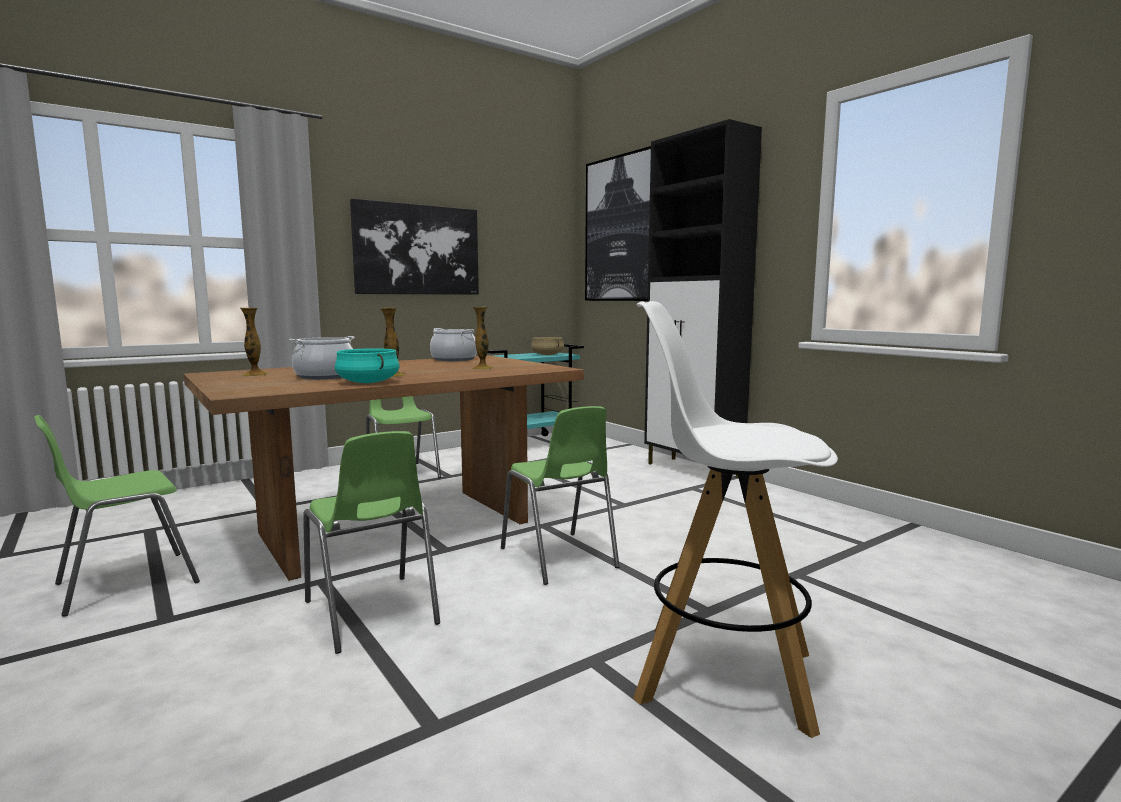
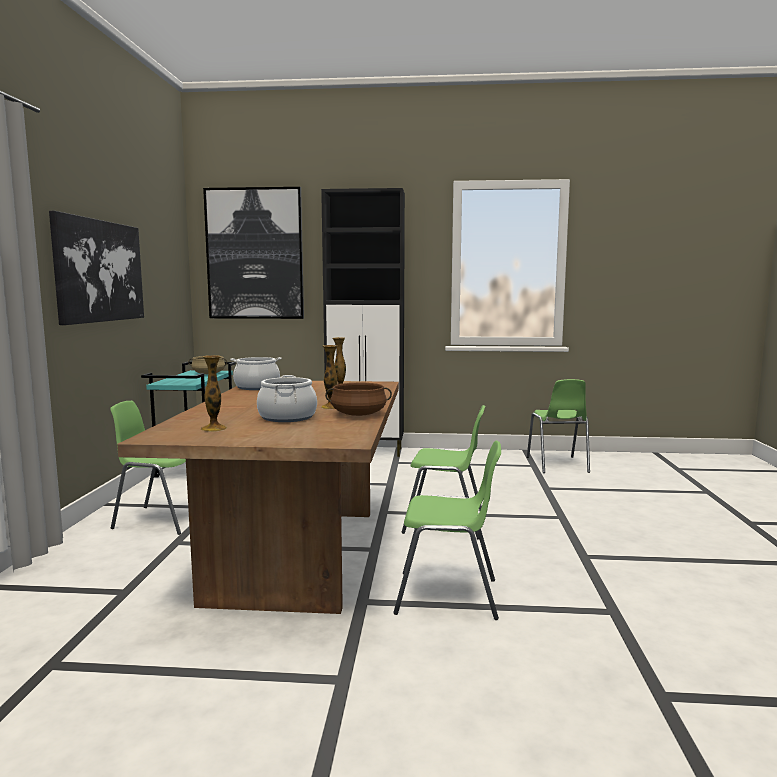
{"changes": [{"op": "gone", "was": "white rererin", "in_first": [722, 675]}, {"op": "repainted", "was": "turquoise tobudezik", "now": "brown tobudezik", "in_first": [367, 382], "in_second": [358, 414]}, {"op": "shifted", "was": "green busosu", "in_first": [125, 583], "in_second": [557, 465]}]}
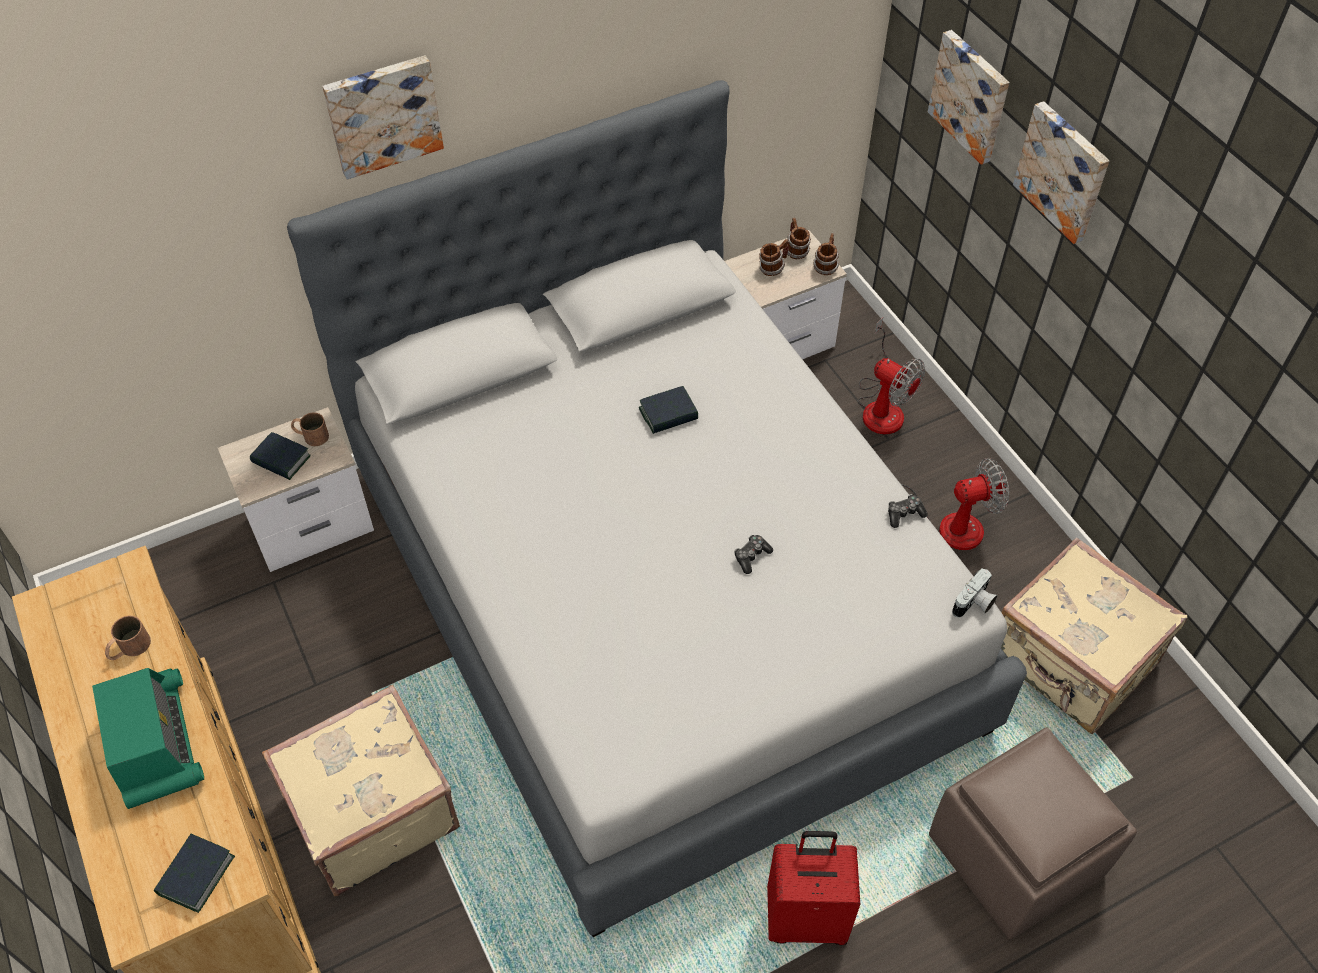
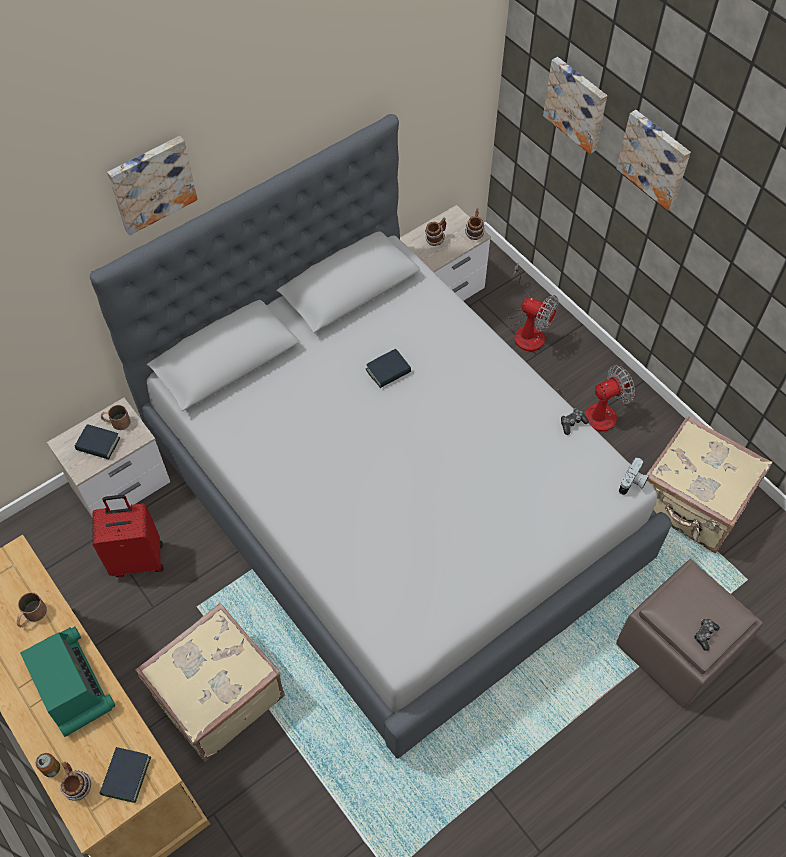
{"changes": [{"op": "shifted", "was": "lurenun", "in_first": [795, 251], "in_second": [77, 785]}, {"op": "shifted", "was": "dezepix", "in_first": [751, 556], "in_second": [704, 635]}, {"op": "shifted", "was": "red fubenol", "in_first": [806, 917], "in_second": [138, 559]}, {"op": "new", "now": "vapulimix", "in_second": [52, 768]}]}
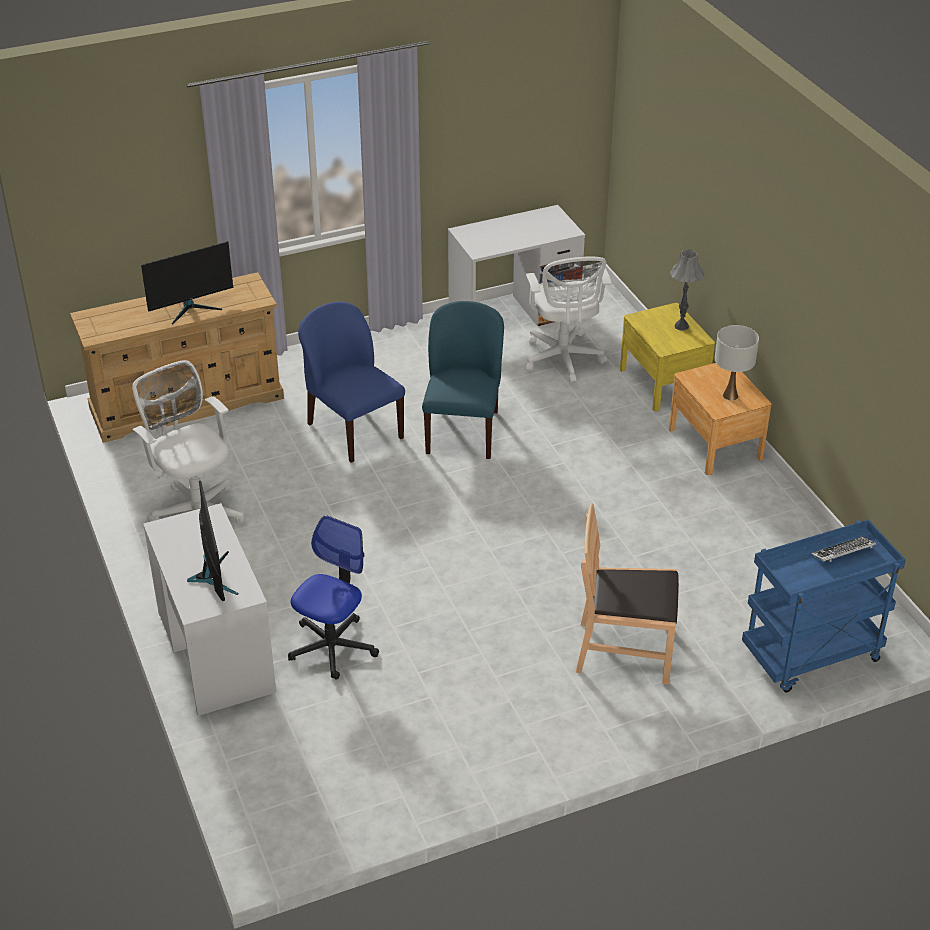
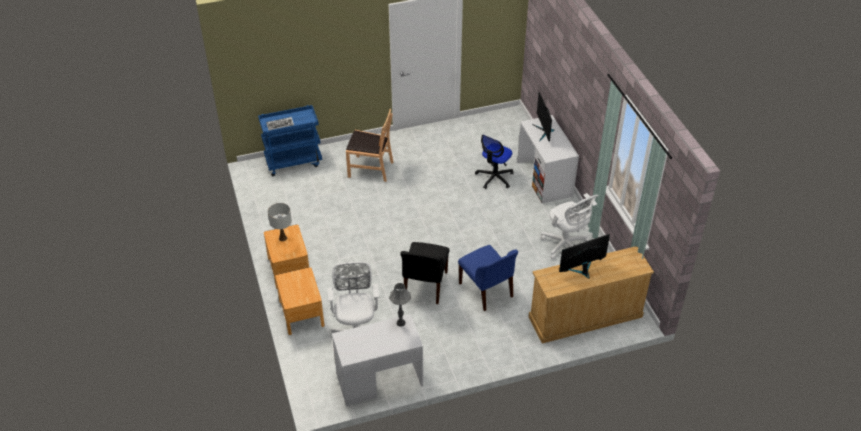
{"changes": [{"op": "shifted", "was": "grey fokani", "in_first": [681, 326], "in_second": [401, 323]}, {"op": "repainted", "was": "blue busosu", "now": "black busosu", "in_first": [463, 431], "in_second": [425, 286]}, {"op": "repainted", "was": "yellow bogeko", "now": "brown bogeko", "in_first": [663, 383], "in_second": [301, 313]}]}
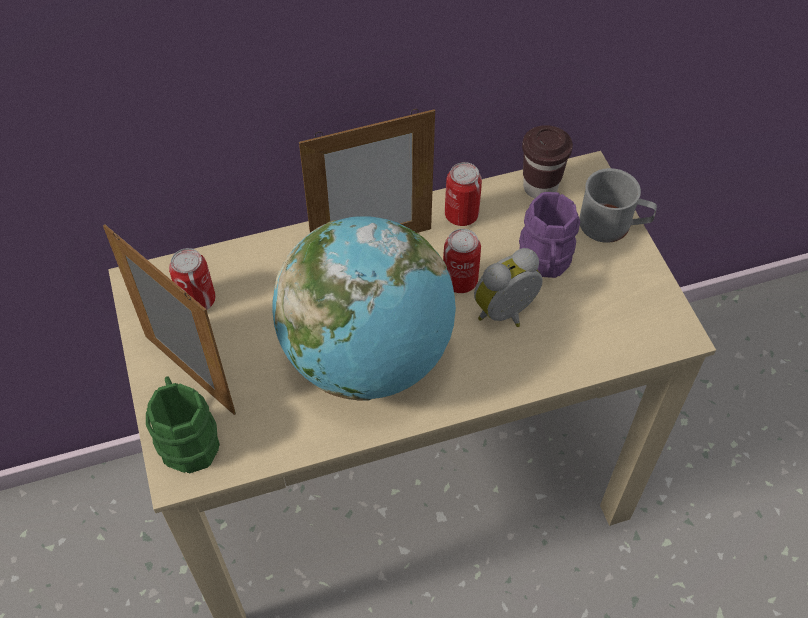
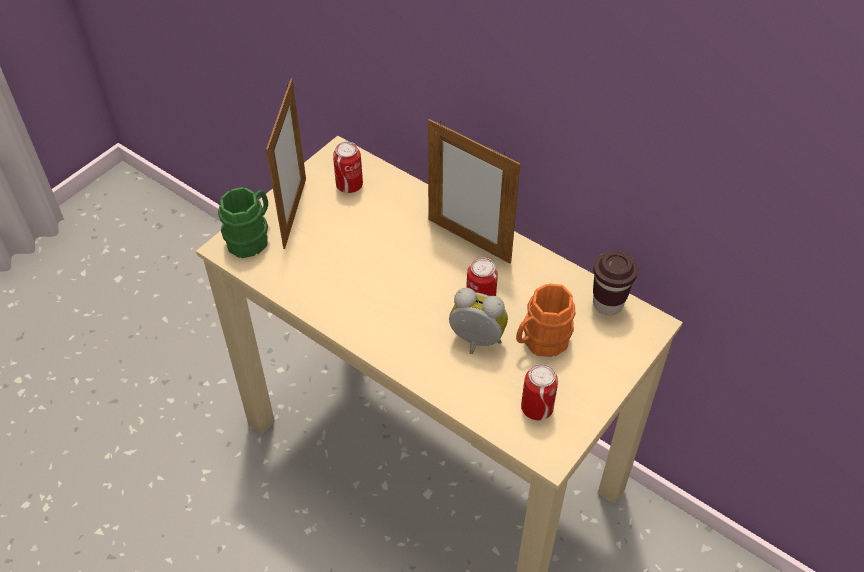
{"changes": [{"op": "shifted", "was": "vapulimix", "in_first": [461, 215], "in_second": [537, 408]}, {"op": "gone", "was": "grey lurenun", "in_first": [613, 225]}, {"op": "repainted", "was": "purple lurenun", "now": "orange lurenun", "in_first": [545, 263], "in_second": [540, 341]}, {"op": "gone", "was": "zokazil", "in_first": [368, 357]}]}
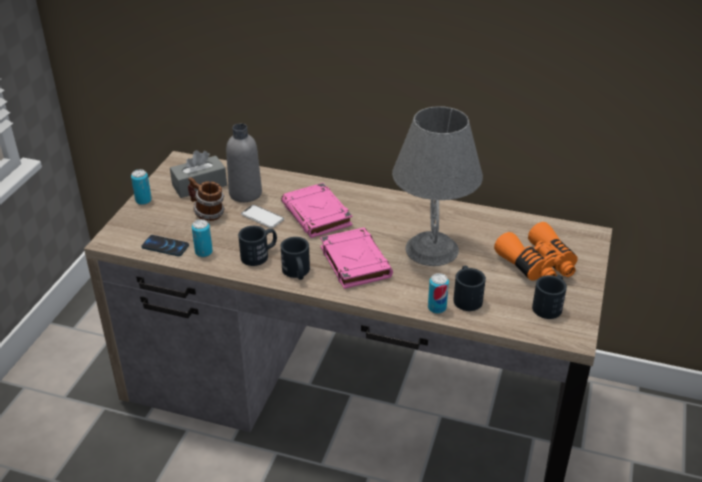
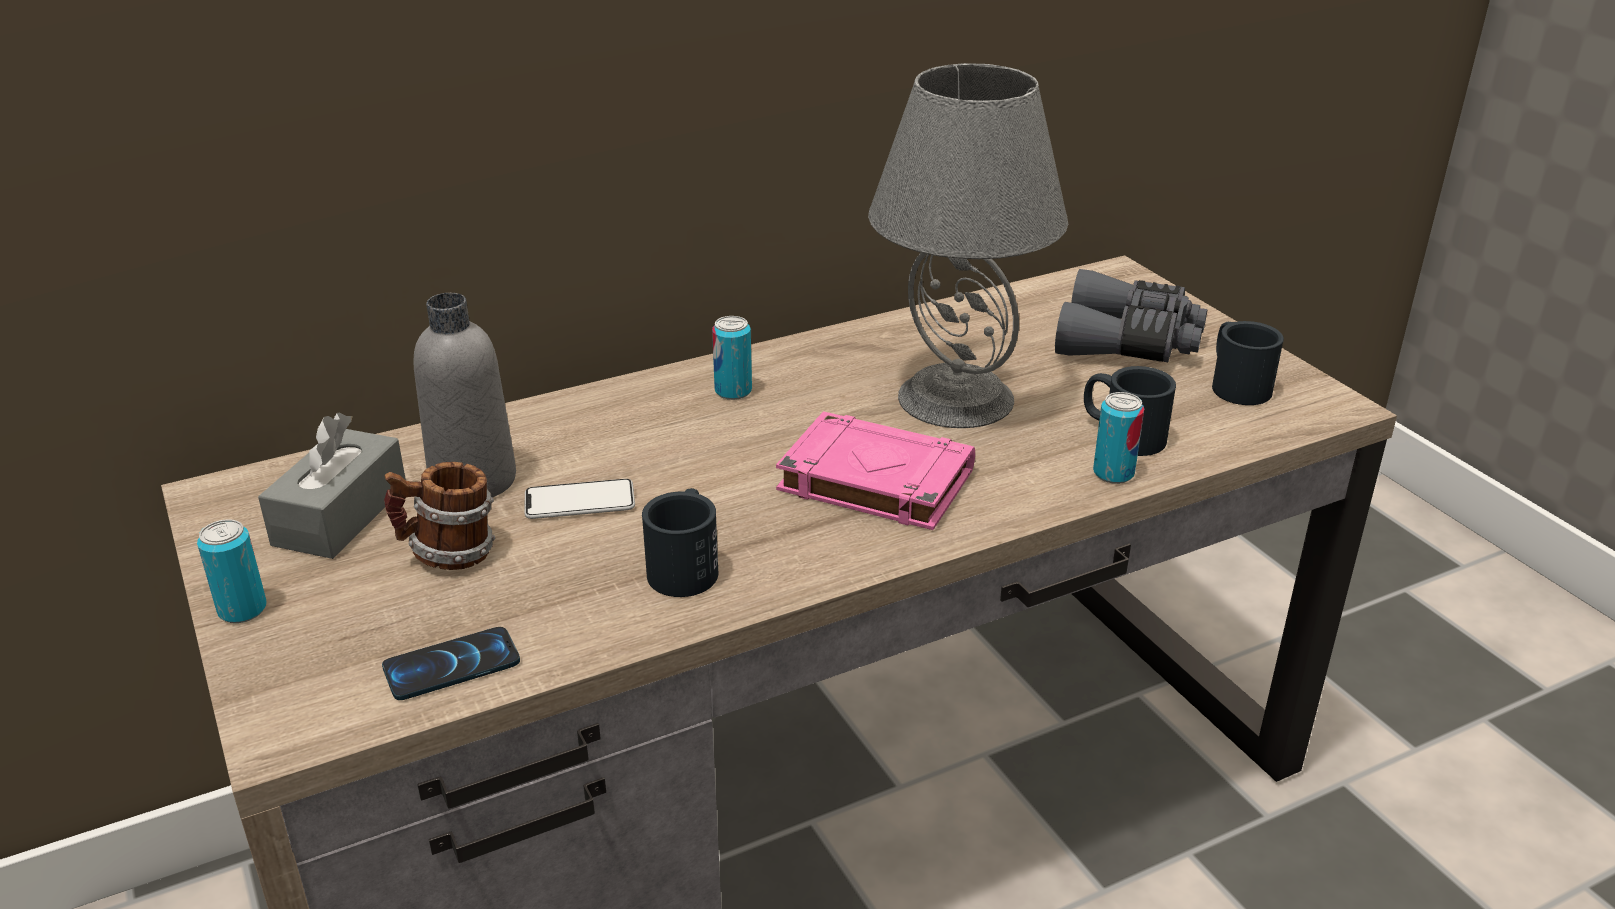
{"changes": [{"op": "gone", "was": "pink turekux", "in_first": [317, 215]}, {"op": "shifted", "was": "vapulimix", "in_first": [204, 252], "in_second": [733, 391]}, {"op": "repainted", "was": "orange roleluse", "now": "grey roleluse", "in_first": [538, 265], "in_second": [1129, 342]}, {"op": "gone", "was": "black lurenun", "in_first": [297, 273]}]}
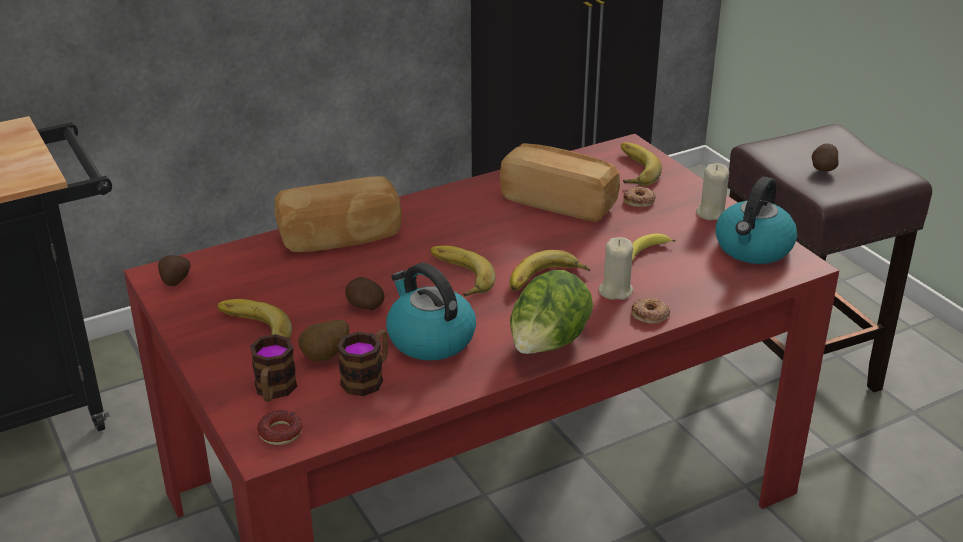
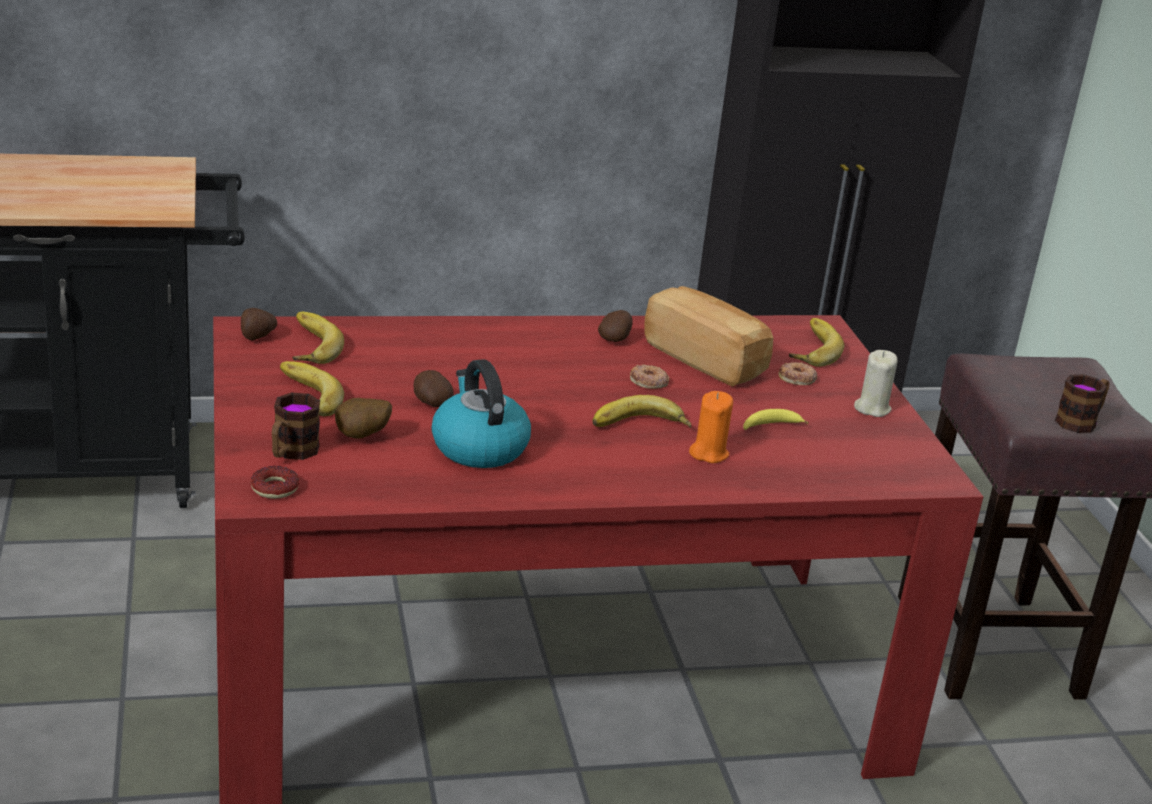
{"changes": [{"op": "shifted", "was": "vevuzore", "in_first": [823, 168], "in_second": [615, 339]}, {"op": "gone", "was": "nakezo", "in_first": [340, 238]}, {"op": "gone", "was": "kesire", "in_first": [753, 248]}, {"op": "repainted", "was": "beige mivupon", "now": "orange mivupon", "in_first": [615, 290], "in_second": [708, 453]}, {"op": "shifted", "was": "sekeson", "in_first": [457, 276], "in_second": [307, 345]}, {"op": "gone", "was": "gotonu", "in_first": [548, 346]}, {"op": "shifted", "was": "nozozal", "in_first": [650, 314], "in_second": [648, 381]}, {"op": "shifted", "was": "lurenun", "in_first": [368, 377], "in_second": [1081, 421]}]}
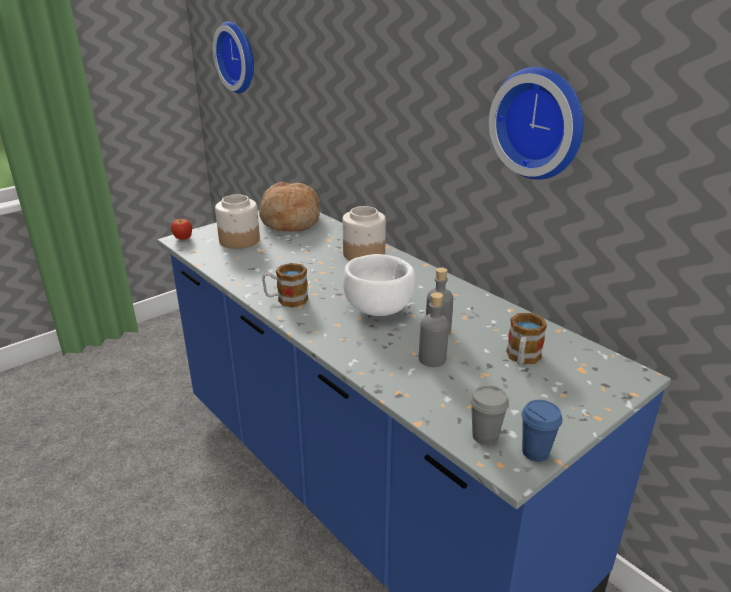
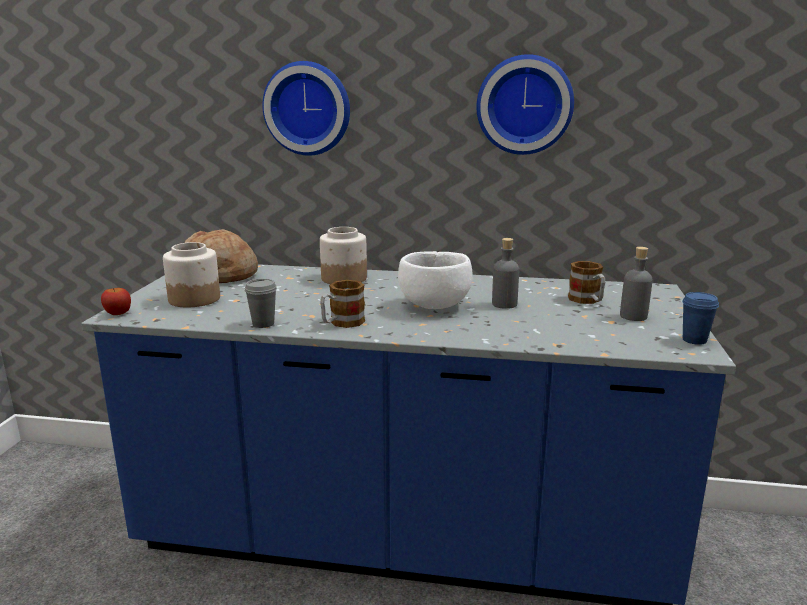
{"changes": [{"op": "shifted", "was": "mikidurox", "in_first": [239, 57], "in_second": [308, 108]}, {"op": "shifted", "was": "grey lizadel", "in_first": [432, 359], "in_second": [633, 316]}, {"op": "shifted", "was": "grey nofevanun", "in_first": [485, 436], "in_second": [263, 324]}]}
